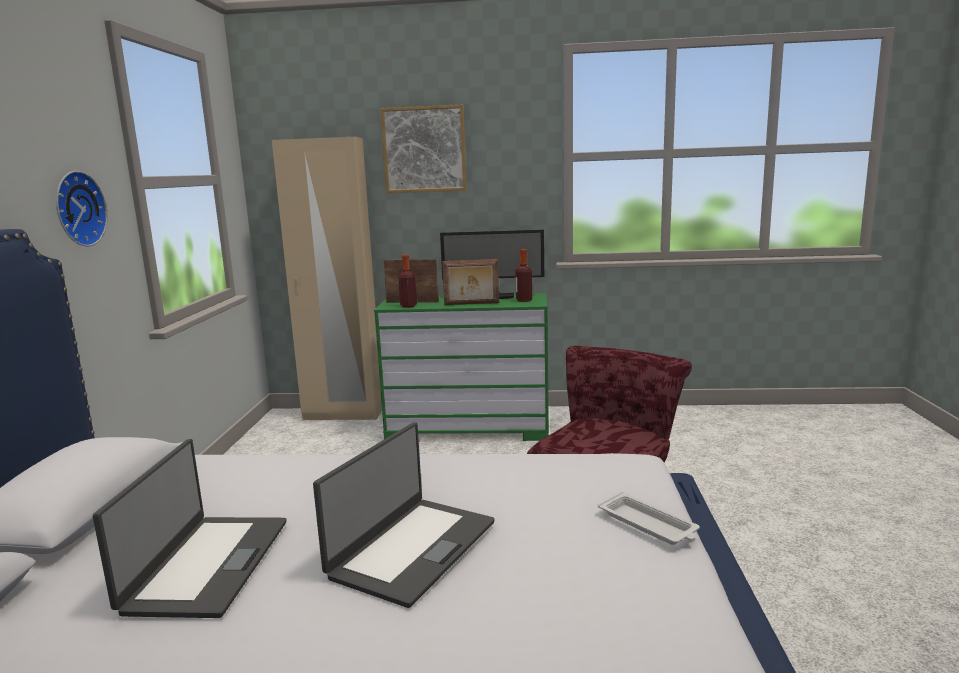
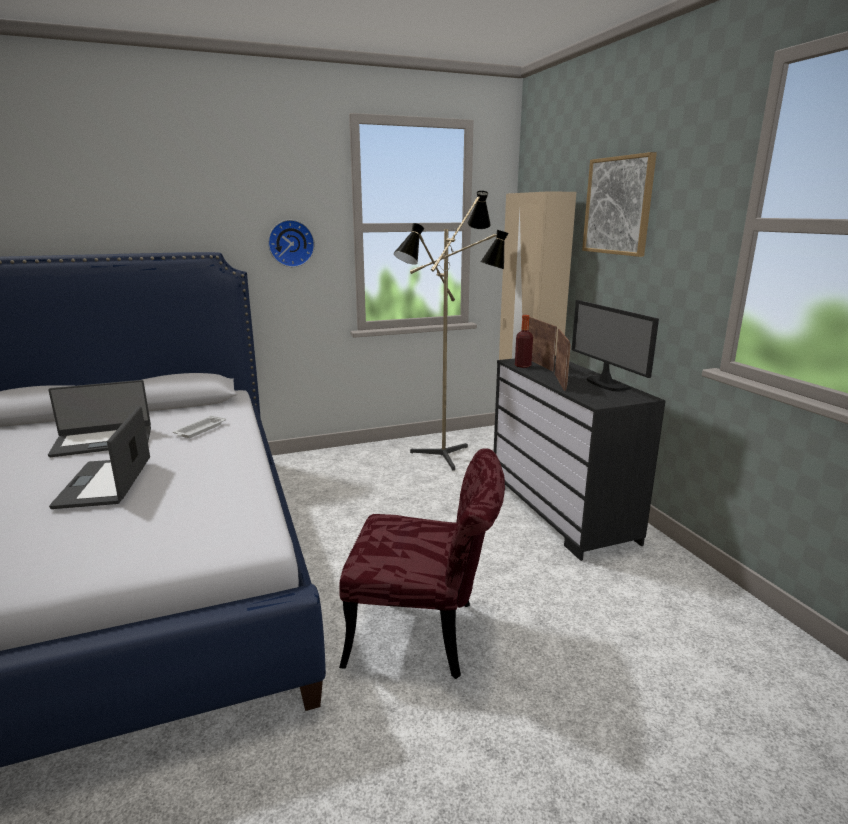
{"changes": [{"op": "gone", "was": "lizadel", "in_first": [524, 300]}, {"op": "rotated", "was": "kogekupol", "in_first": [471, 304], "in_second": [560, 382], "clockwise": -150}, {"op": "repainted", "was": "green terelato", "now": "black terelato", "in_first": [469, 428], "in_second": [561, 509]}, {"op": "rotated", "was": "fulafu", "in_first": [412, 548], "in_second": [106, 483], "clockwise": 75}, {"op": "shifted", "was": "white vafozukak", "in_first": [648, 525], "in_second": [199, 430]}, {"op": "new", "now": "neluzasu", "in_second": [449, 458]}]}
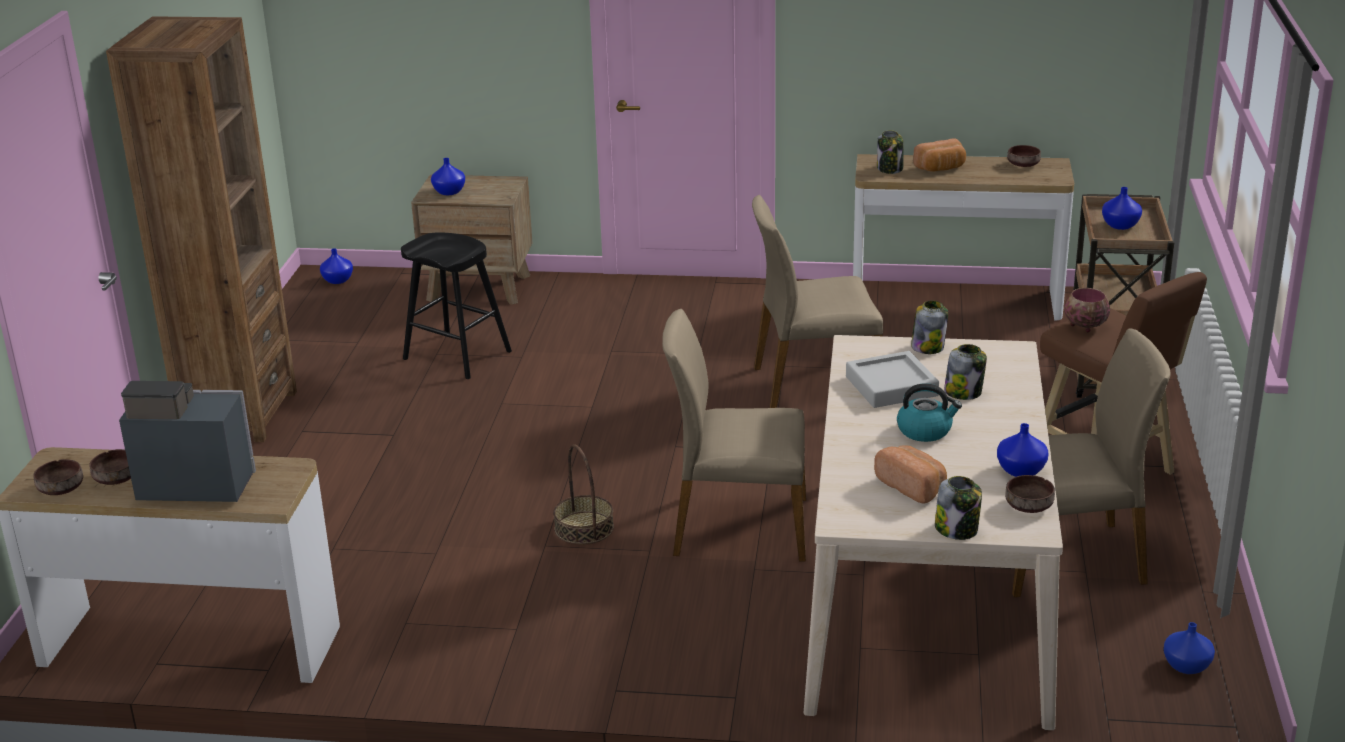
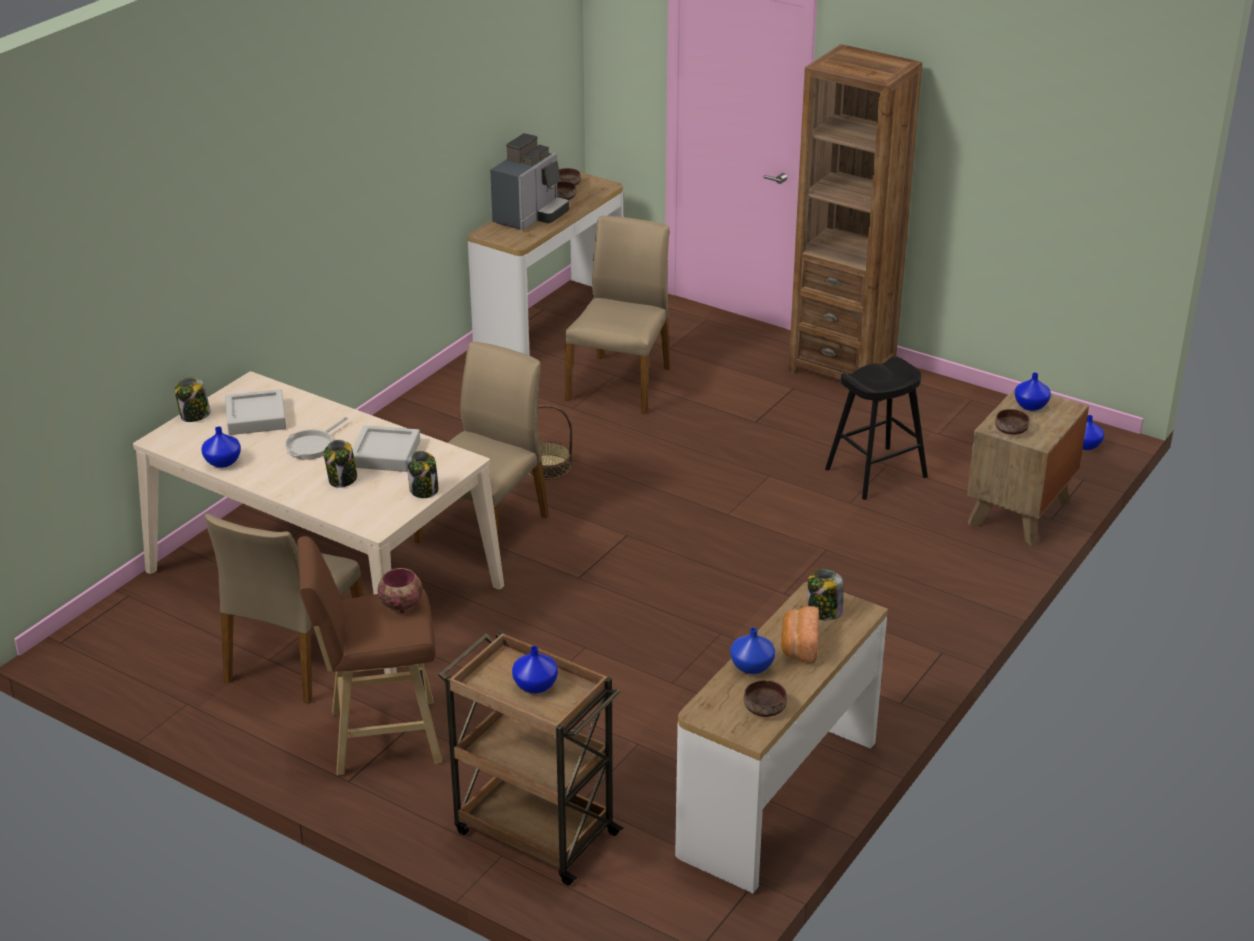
{"changes": [{"op": "shifted", "was": "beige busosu", "in_first": [815, 383], "in_second": [620, 383]}, {"op": "swapped", "was": "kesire", "now": "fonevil", "in_first": [925, 430], "in_second": [312, 446]}, {"op": "swapped", "was": "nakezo", "now": "grey vafozukak", "in_first": [912, 487], "in_second": [256, 418]}, {"op": "shifted", "was": "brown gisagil", "in_first": [1027, 506], "in_second": [1011, 430]}, {"op": "shifted", "was": "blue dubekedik", "in_first": [1187, 666], "in_second": [751, 666]}]}
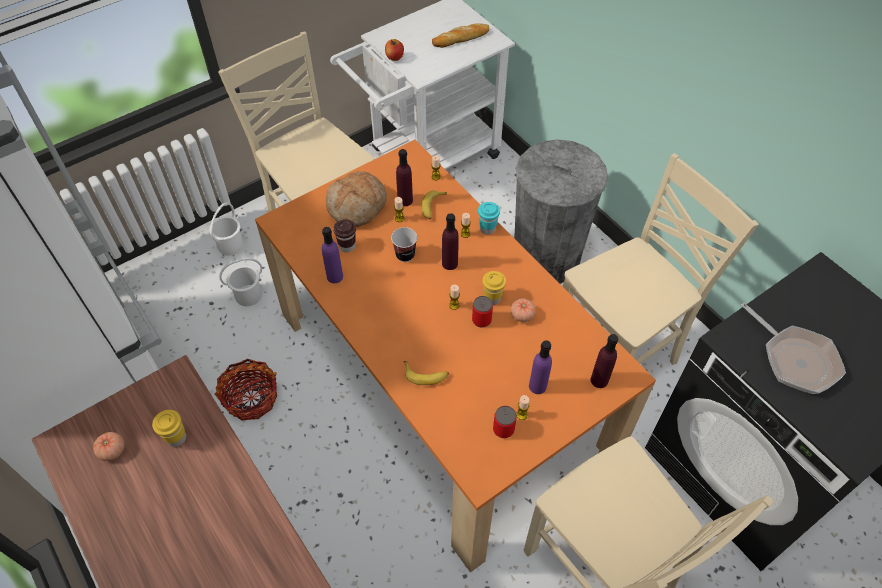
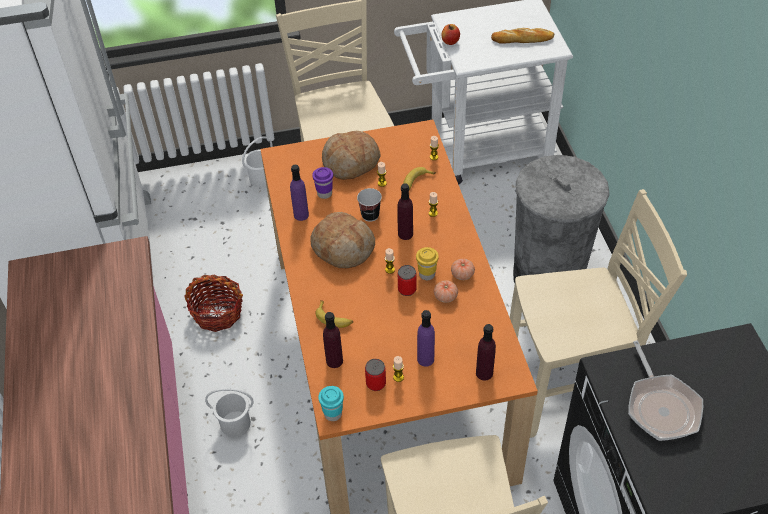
{"changes": [{"op": "shifted", "was": "purple lizadel", "in_first": [405, 200], "in_second": [334, 361]}, {"op": "shifted", "was": "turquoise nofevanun", "in_first": [487, 229], "in_second": [333, 414]}, {"op": "repainted", "was": "brown nofevanun", "now": "purple nofevanun", "in_first": [347, 246], "in_second": [324, 193]}, {"op": "shifted", "was": "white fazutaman", "in_first": [249, 295], "in_second": [235, 424]}, {"op": "gone", "was": "yellow nofevanun", "in_first": [176, 438]}, {"op": "shifted", "was": "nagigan", "in_first": [112, 450], "in_second": [462, 274]}, {"op": "new", "now": "nakezo", "in_second": [343, 248]}]}
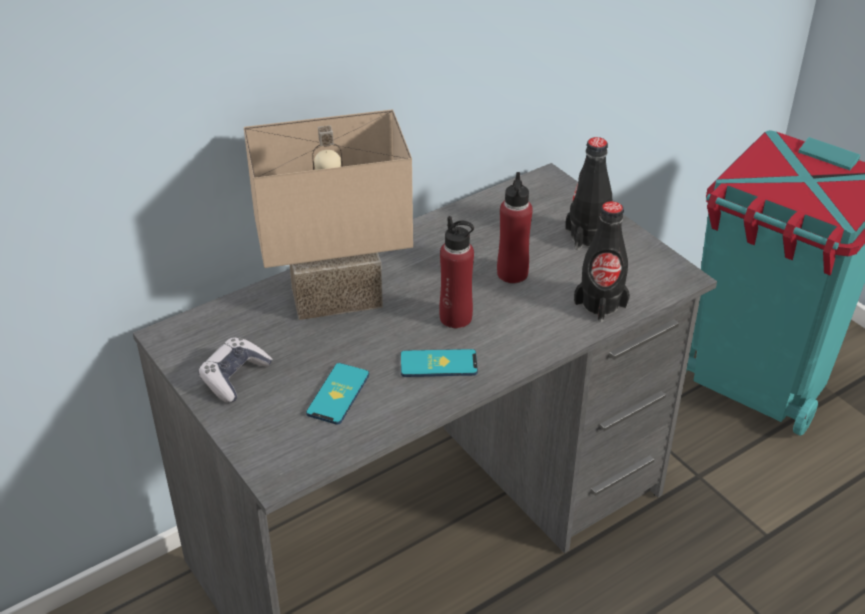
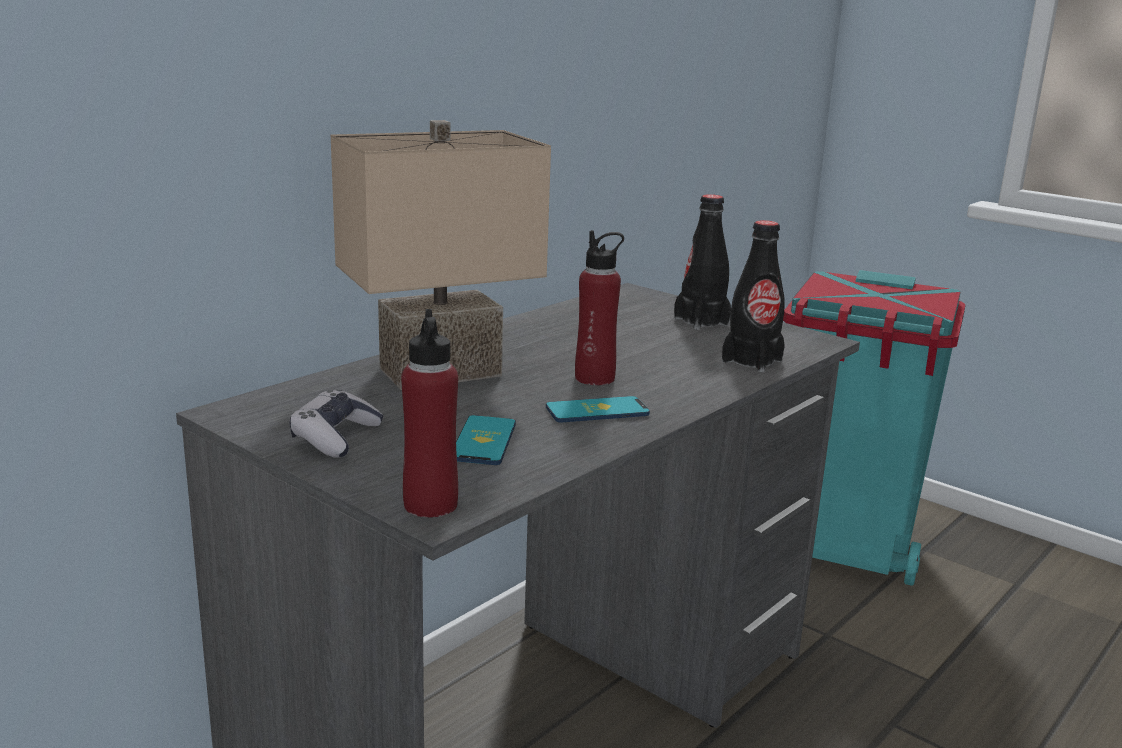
{"changes": [{"op": "shifted", "was": "red lizadel", "in_first": [512, 273], "in_second": [430, 505]}]}
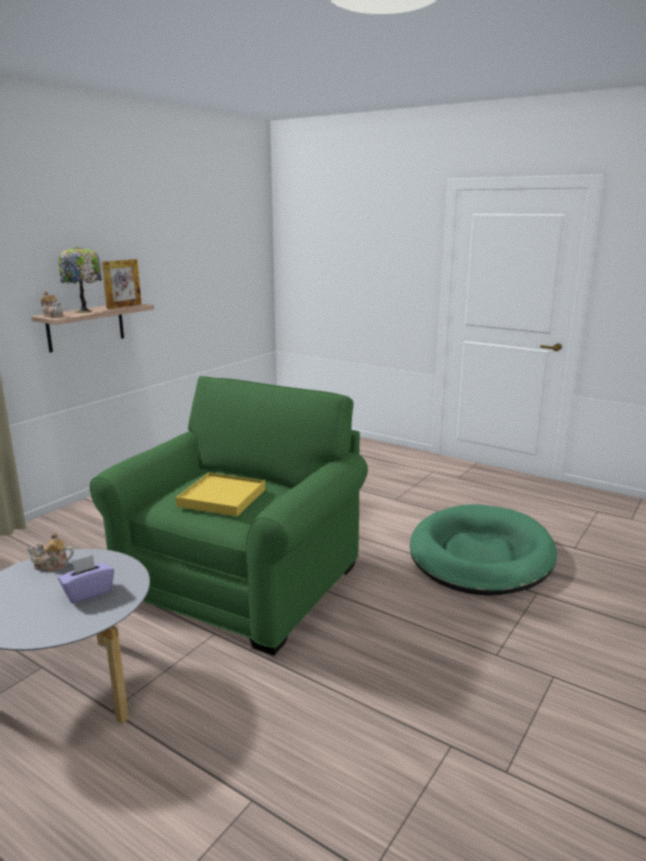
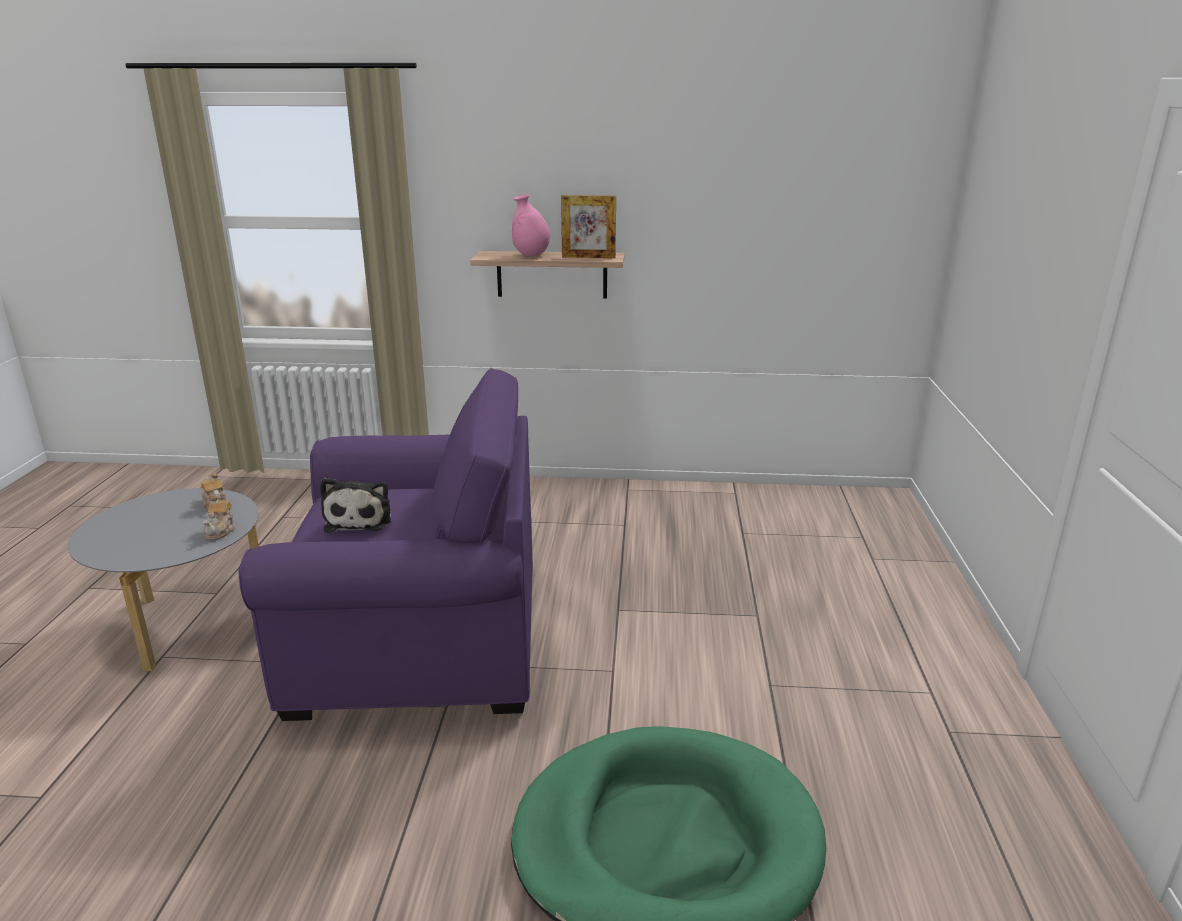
{"changes": [{"op": "swapped", "was": "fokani", "now": "pink dubekedik", "in_first": [85, 311], "in_second": [531, 255]}, {"op": "shifted", "was": "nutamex", "in_first": [53, 315], "in_second": [221, 531]}, {"op": "repainted", "was": "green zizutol", "now": "purple zizutol", "in_first": [242, 583], "in_second": [419, 641]}, {"op": "swapped", "was": "yellow vafozukak", "now": "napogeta", "in_first": [222, 497], "in_second": [360, 519]}, {"op": "gone", "was": "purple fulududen", "in_first": [88, 592]}]}
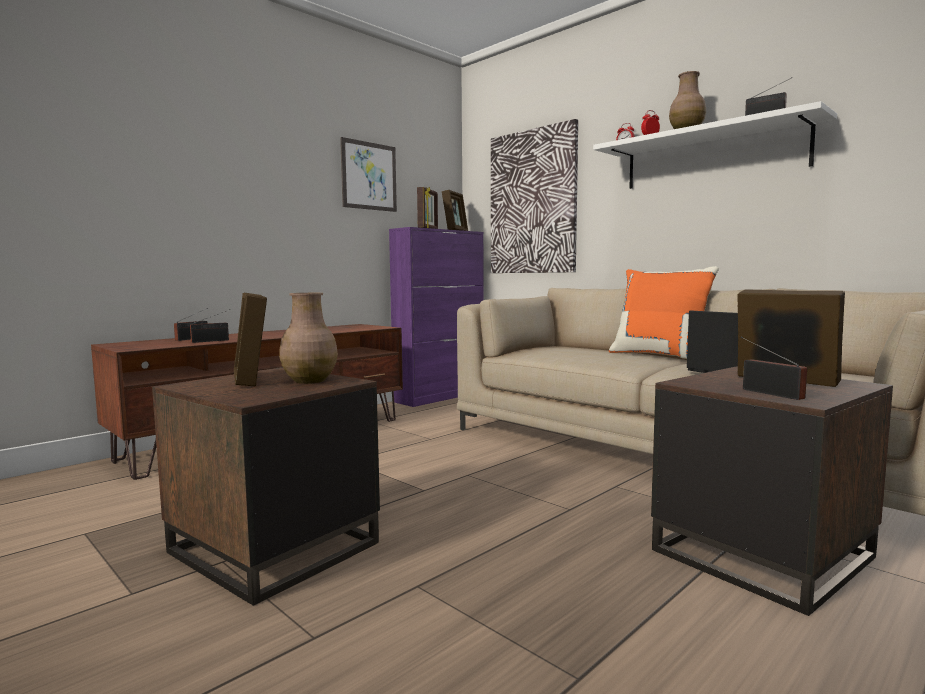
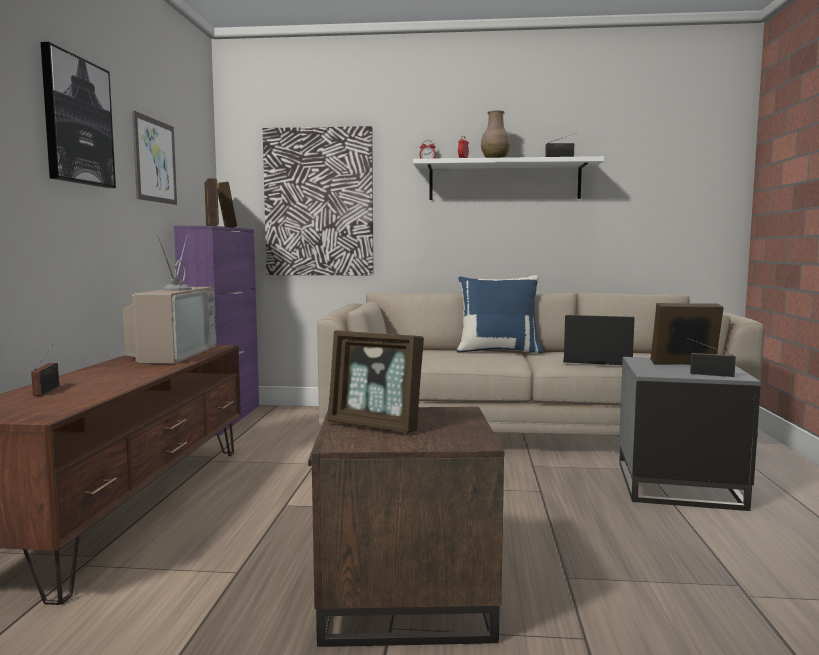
{"changes": [{"op": "repainted", "was": "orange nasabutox", "now": "blue nasabutox", "in_first": [661, 356], "in_second": [498, 351]}, {"op": "gone", "was": "brown dubekedik", "in_first": [309, 381]}, {"op": "gone", "was": "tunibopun", "in_first": [212, 341]}, {"op": "repainted", "was": "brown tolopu", "now": "grey tolopu", "in_first": [760, 553], "in_second": [676, 485]}, {"op": "new", "now": "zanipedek", "in_second": [77, 121]}, {"op": "new", "now": "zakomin", "in_second": [172, 354]}]}
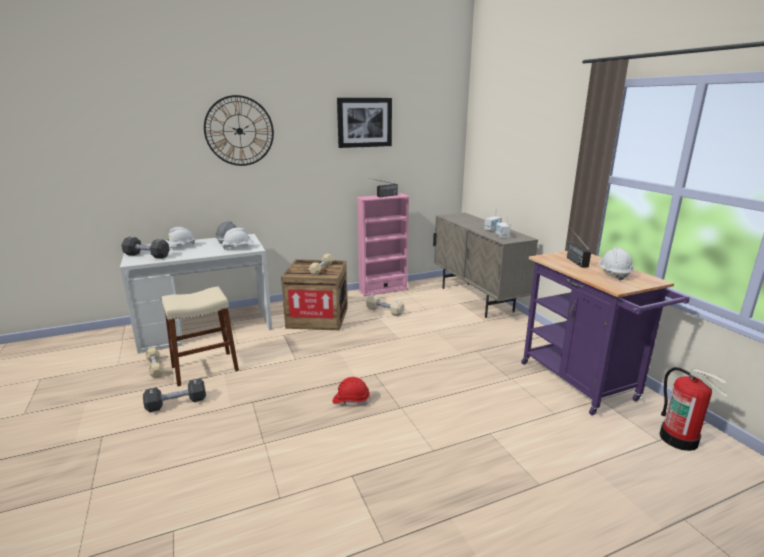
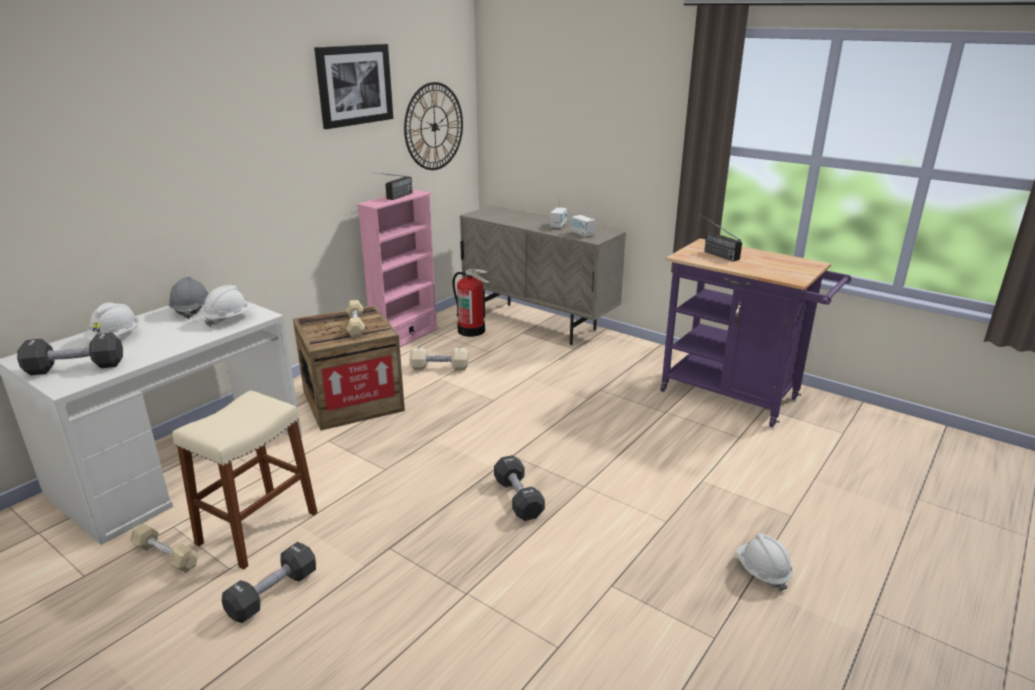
{"changes": [{"op": "shifted", "was": "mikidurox", "in_first": [239, 131], "in_second": [434, 127]}, {"op": "shifted", "was": "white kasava", "in_first": [613, 274], "in_second": [762, 572]}, {"op": "shifted", "was": "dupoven", "in_first": [679, 439], "in_second": [471, 330]}, {"op": "swapped", "was": "red kasava", "now": "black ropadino", "in_first": [351, 400], "in_second": [518, 498]}]}
